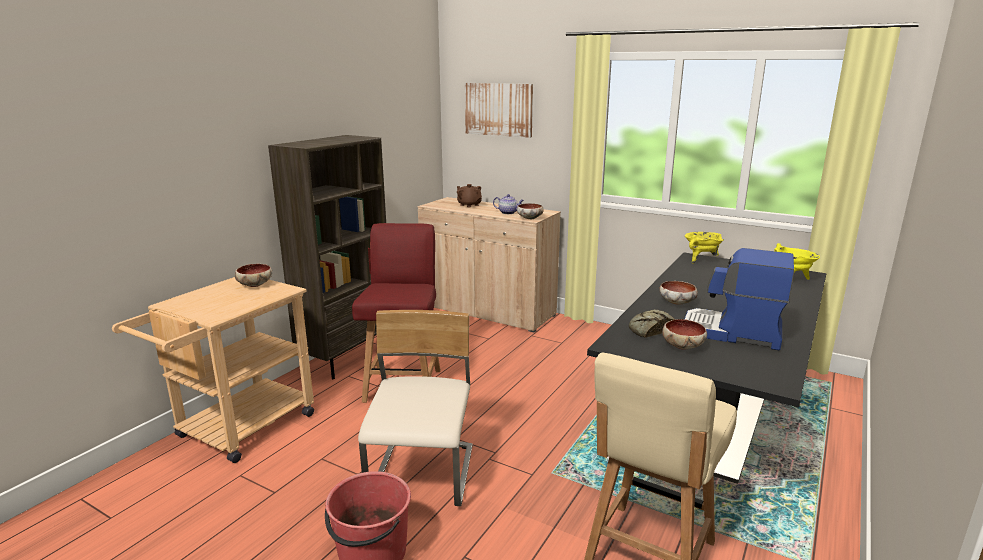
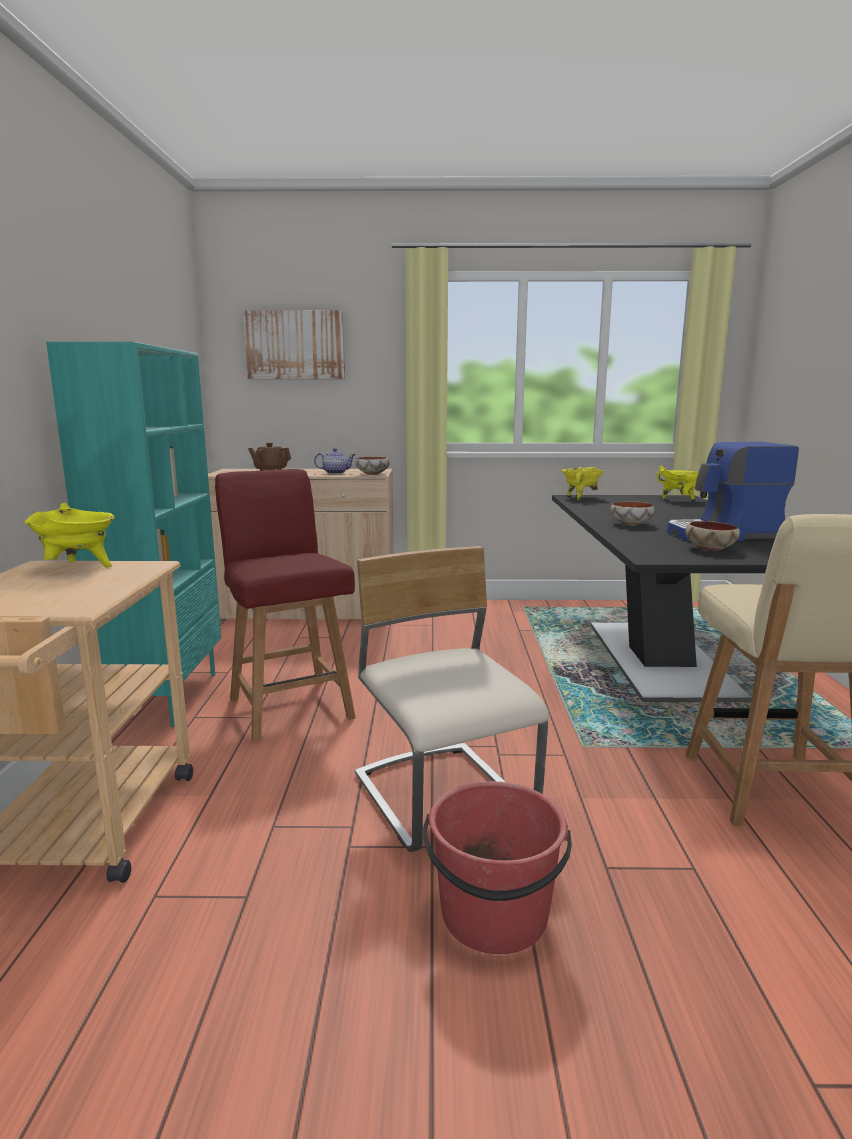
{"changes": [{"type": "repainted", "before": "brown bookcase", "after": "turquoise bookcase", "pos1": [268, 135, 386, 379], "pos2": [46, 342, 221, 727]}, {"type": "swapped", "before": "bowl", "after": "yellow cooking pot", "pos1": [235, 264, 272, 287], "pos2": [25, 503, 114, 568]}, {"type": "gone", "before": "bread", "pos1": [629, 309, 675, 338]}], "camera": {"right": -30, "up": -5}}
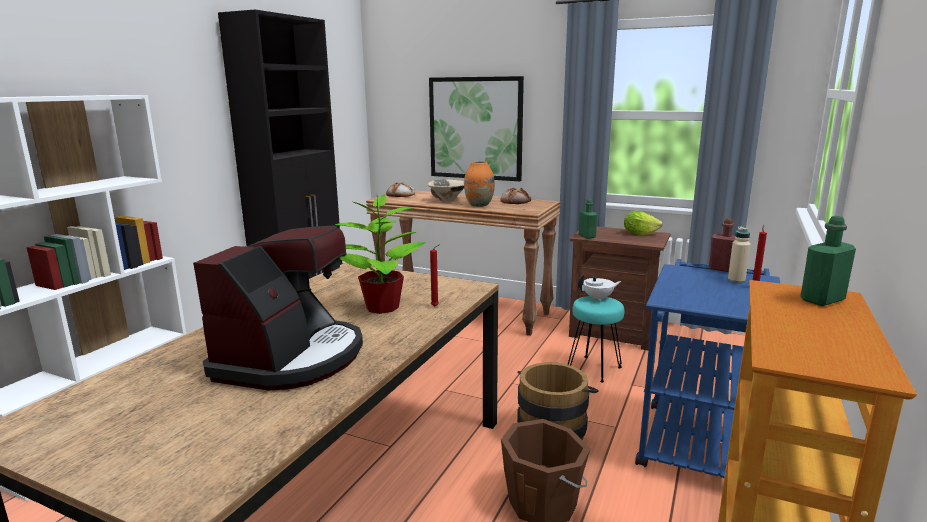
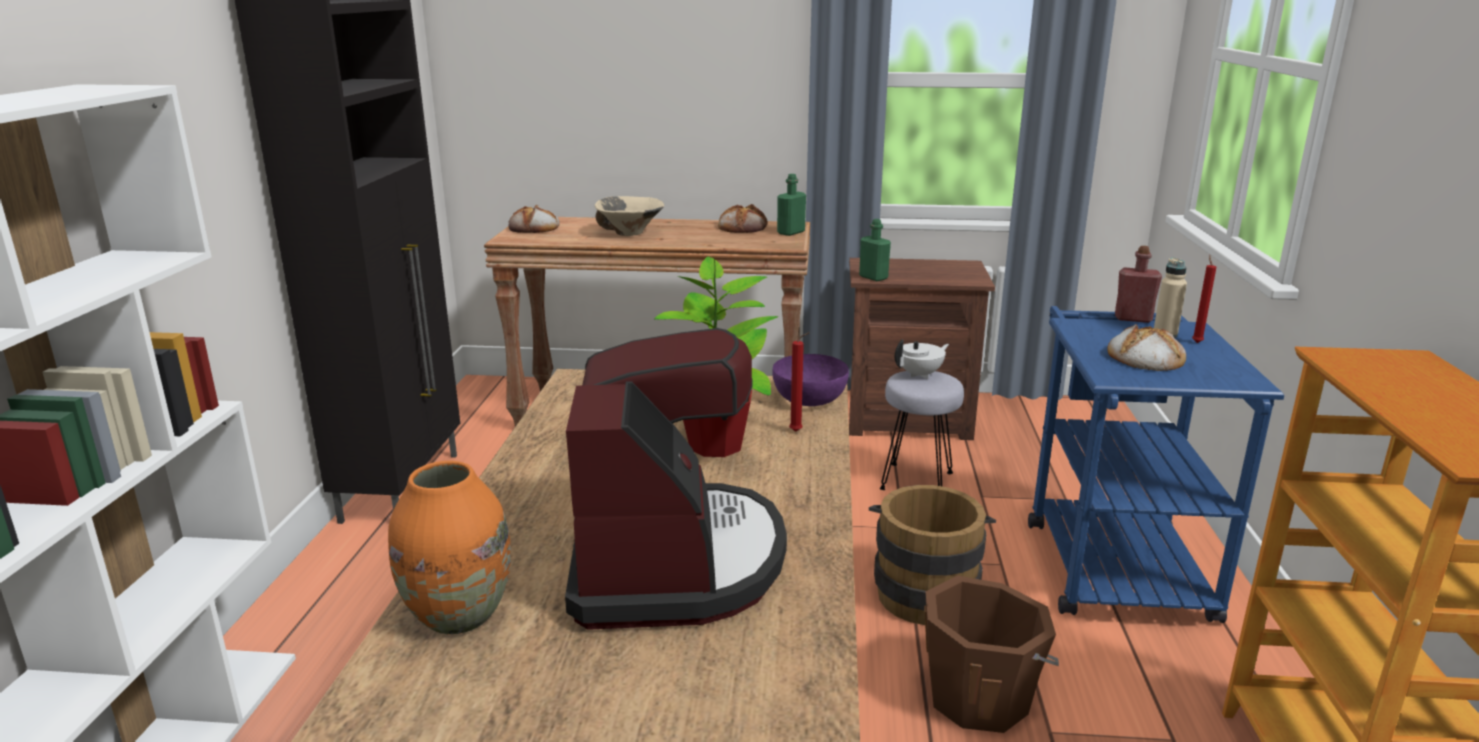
{"changes": [{"type": "gone", "before": "picture", "pos1": [429, 76, 524, 181]}, {"type": "shifted", "before": "orange vase", "pos1": [464, 161, 495, 207], "pos2": [388, 461, 511, 634]}, {"type": "gone", "before": "lettuce", "pos1": [624, 211, 663, 235]}, {"type": "shifted", "before": "green bottle", "pos1": [800, 216, 856, 306], "pos2": [777, 174, 806, 236]}, {"type": "repainted", "before": "turquoise stool", "after": "grey stool", "pos1": [568, 296, 624, 382], "pos2": [880, 371, 964, 490]}, {"type": "new", "after": "bread", "pos2": [1107, 324, 1186, 371]}, {"type": "new", "after": "purple bowl", "pos2": [773, 354, 849, 406]}], "camera": {"right": -20, "up": 5}}
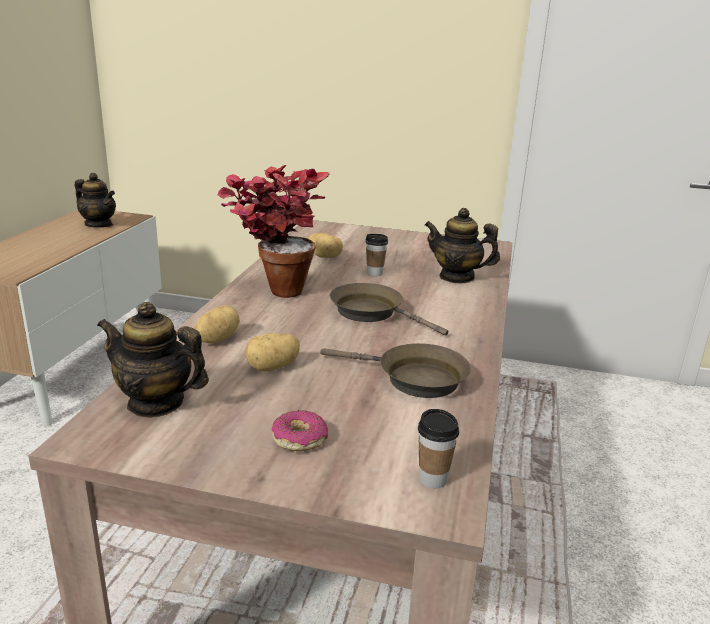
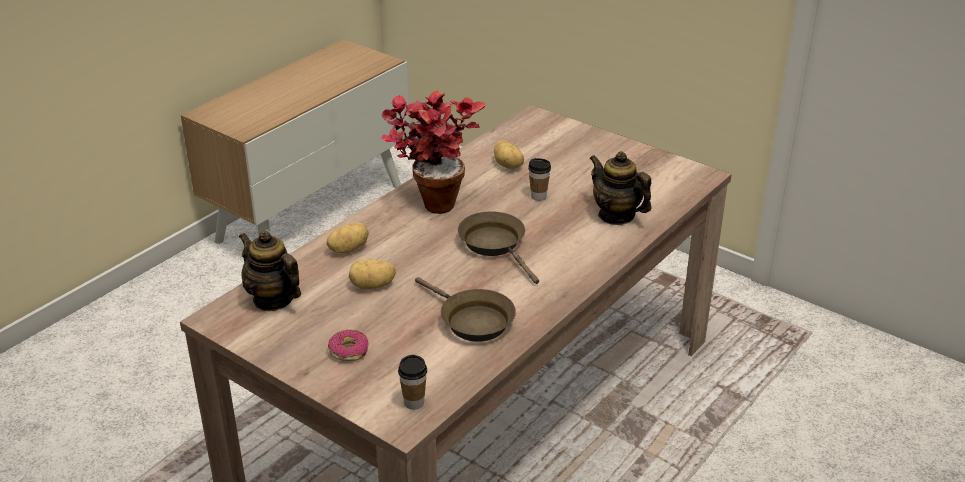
{"changes": [{"type": "gone", "before": "teapot", "pos1": [75, 173, 116, 228]}], "camera": {"right": 25, "up": 10}}
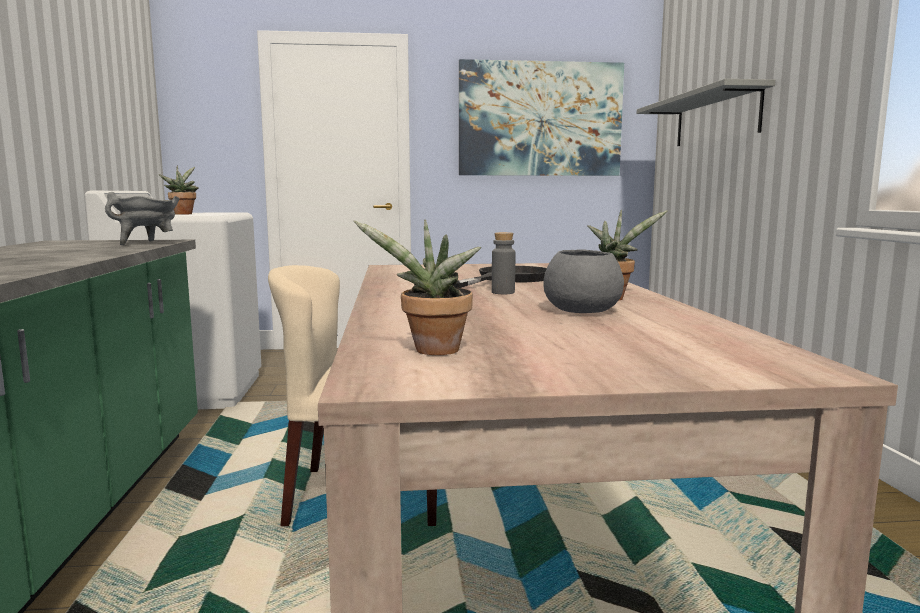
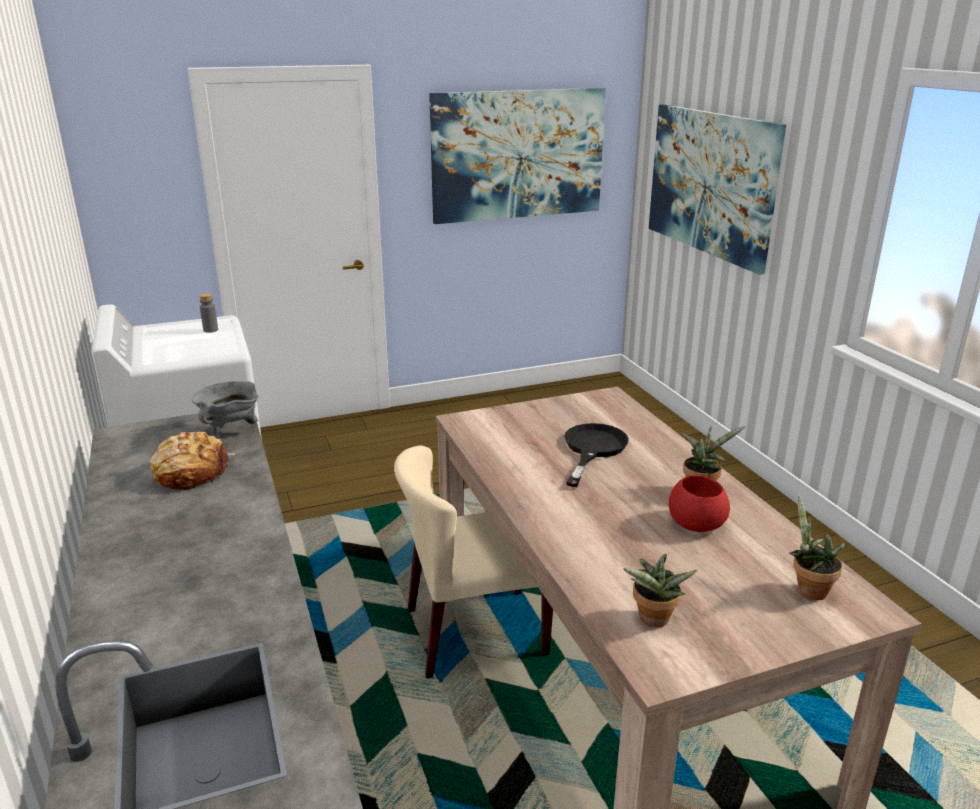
{"changes": [{"type": "swapped", "before": "grey shelf", "after": "picture", "pos1": [637, 79, 776, 146], "pos2": [649, 104, 786, 275]}, {"type": "shifted", "before": "potted plant", "pos1": [158, 166, 199, 215], "pos2": [789, 495, 845, 600]}, {"type": "shifted", "before": "grey bottle", "pos1": [492, 232, 515, 294], "pos2": [199, 293, 218, 333]}, {"type": "repainted", "before": "grey bowl", "after": "red bowl", "pos1": [544, 249, 624, 313], "pos2": [669, 475, 730, 532]}, {"type": "new", "after": "bread", "pos2": [150, 432, 235, 490]}], "camera": {"right": -15, "up": 15}}
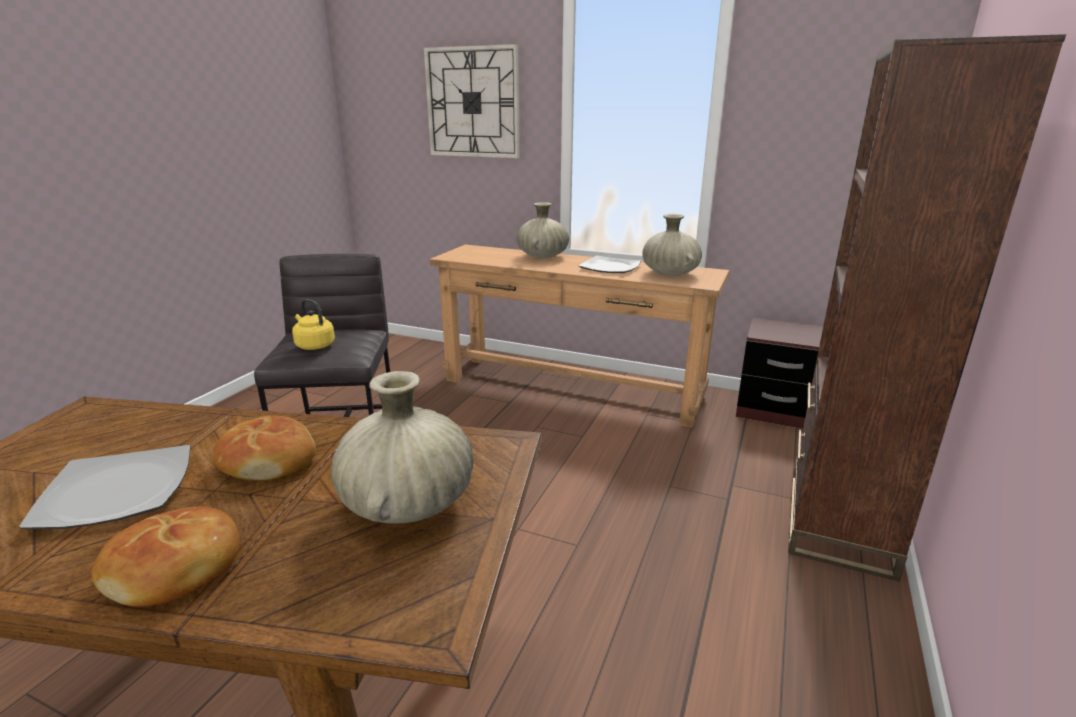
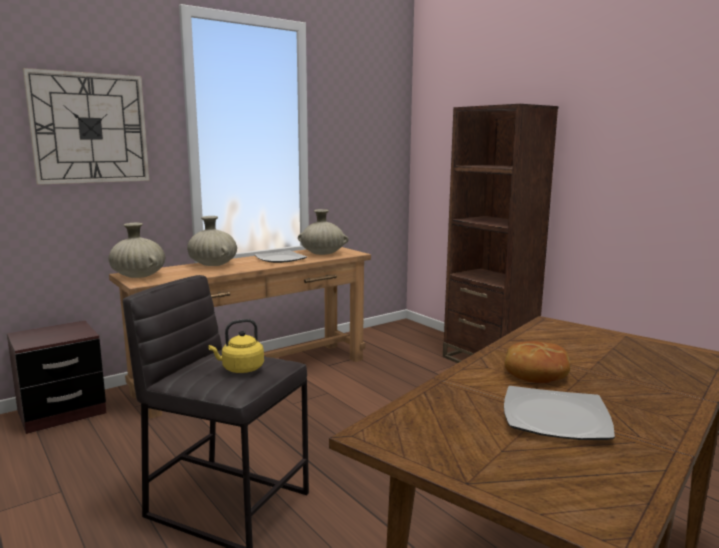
{"changes": [{"type": "shifted", "before": "brown nightstand", "pos1": [736, 318, 823, 429], "pos2": [7, 321, 106, 434]}, {"type": "shifted", "before": "beige vase", "pos1": [331, 371, 474, 523], "pos2": [109, 223, 165, 278]}, {"type": "gone", "before": "bread", "pos1": [92, 506, 240, 607]}], "camera": {"right": -60, "up": -10}}
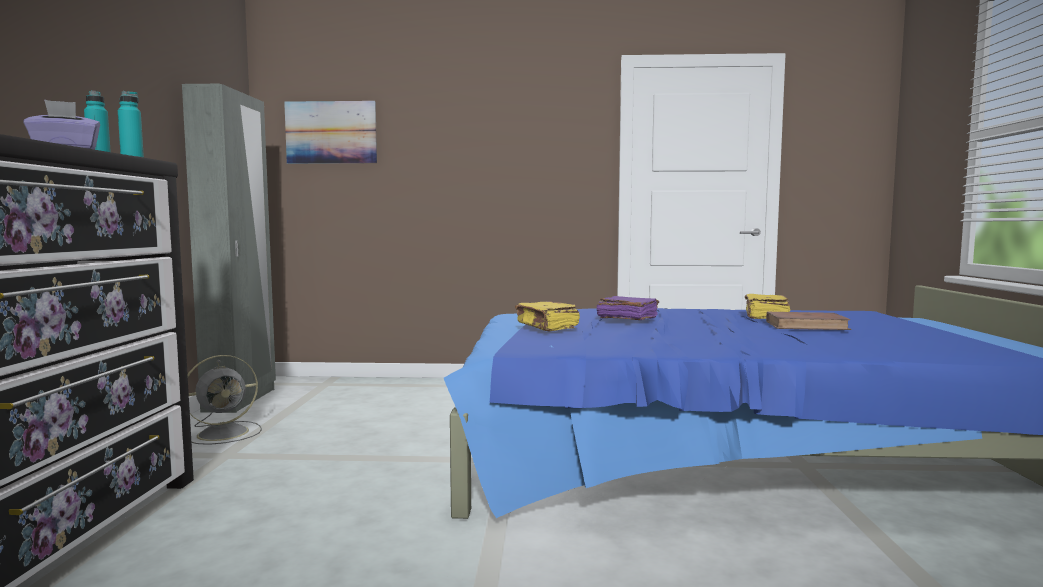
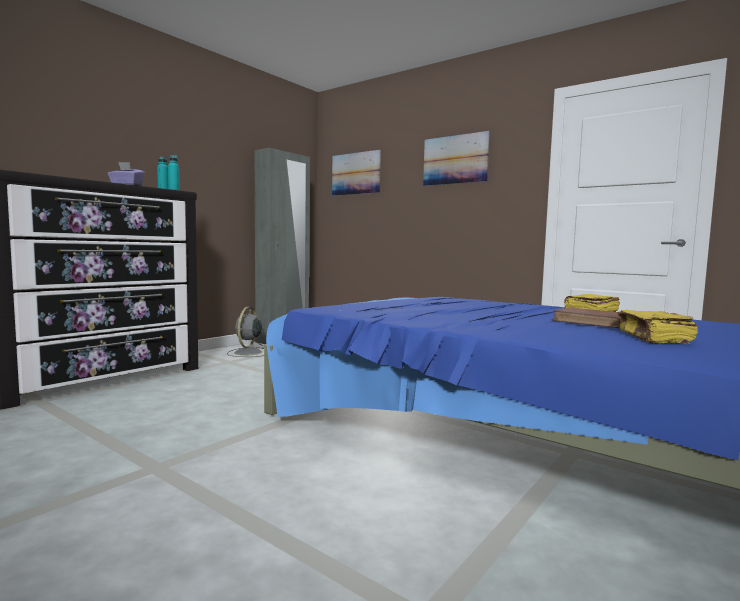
{"changes": [{"type": "gone", "before": "purple book", "pos1": [597, 296, 659, 320]}, {"type": "shifted", "before": "yellow book", "pos1": [515, 301, 580, 331], "pos2": [618, 310, 698, 344]}, {"type": "rotated", "before": "grey fan", "pos1": [188, 355, 262, 445], "pos2": [227, 307, 264, 357], "turn": 105}, {"type": "new", "after": "picture", "pos2": [423, 131, 490, 186]}], "camera": {"right": 35, "up": 0}}
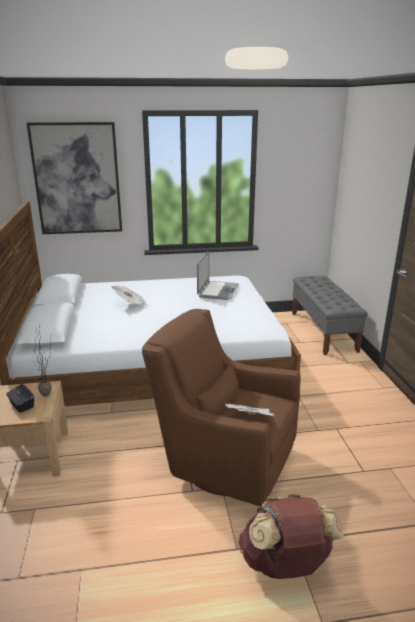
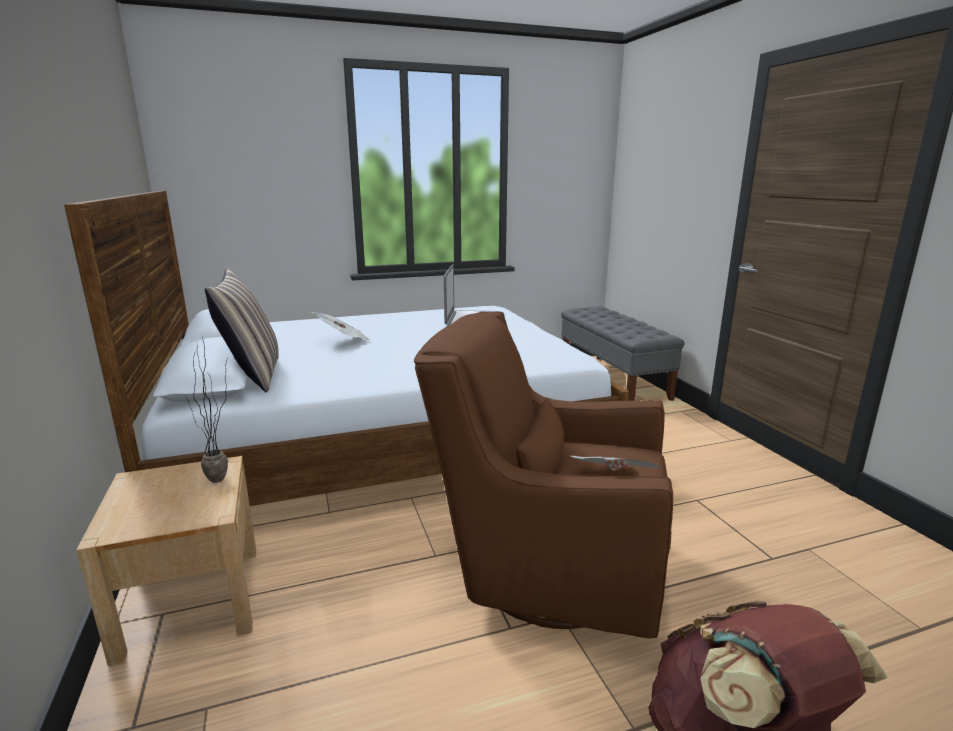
{"changes": [{"type": "gone", "before": "picture", "pos1": [27, 122, 122, 234]}, {"type": "gone", "before": "black tissue box", "pos1": [6, 384, 34, 413]}, {"type": "new", "after": "pillow", "pos2": [205, 269, 279, 392]}], "camera": {"right": -10, "up": -5}}
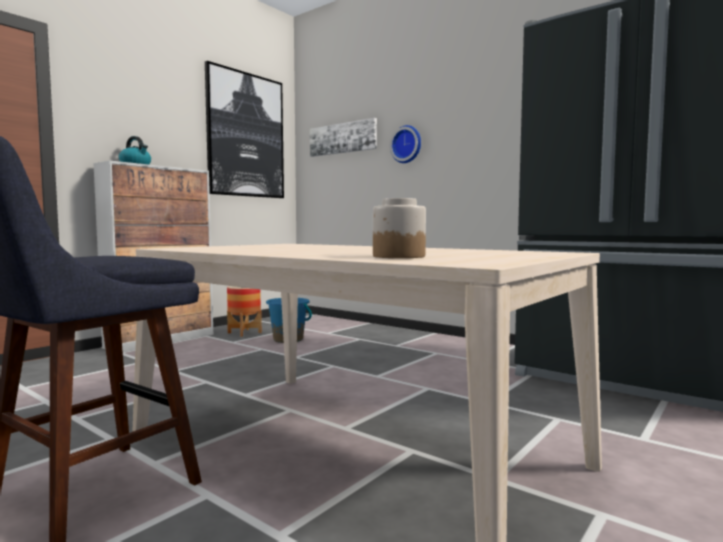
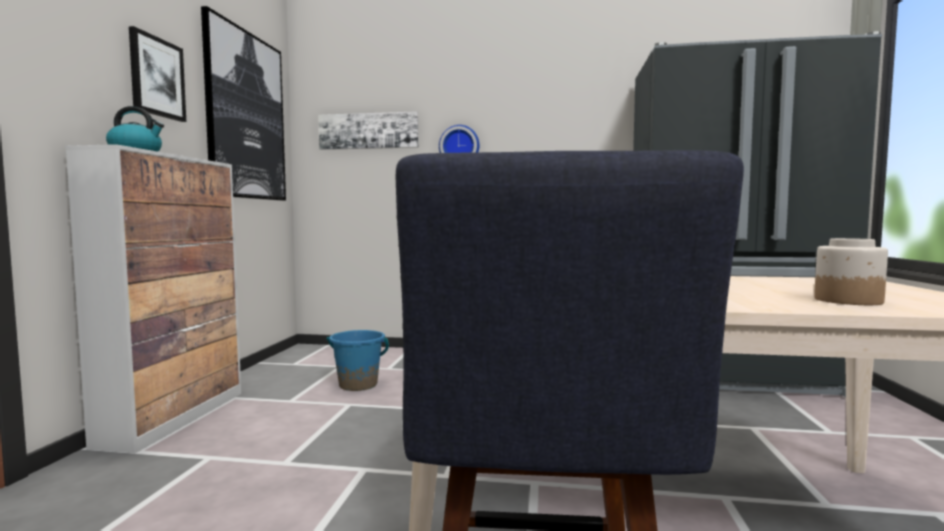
{"changes": [{"type": "gone", "before": "planter", "pos1": [227, 286, 262, 337]}, {"type": "new", "after": "picture", "pos2": [129, 26, 186, 122]}], "camera": {"right": -30, "up": 0}}
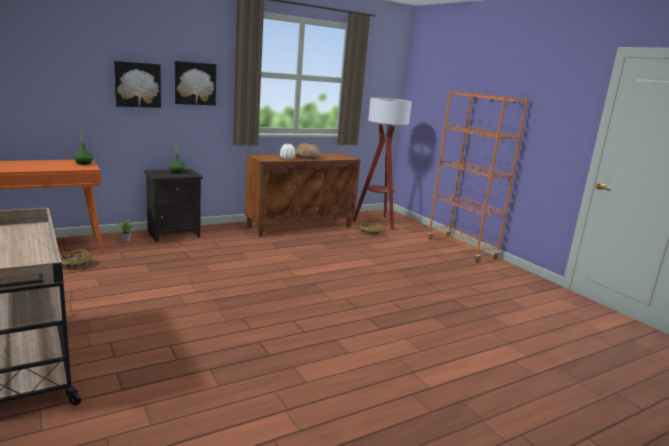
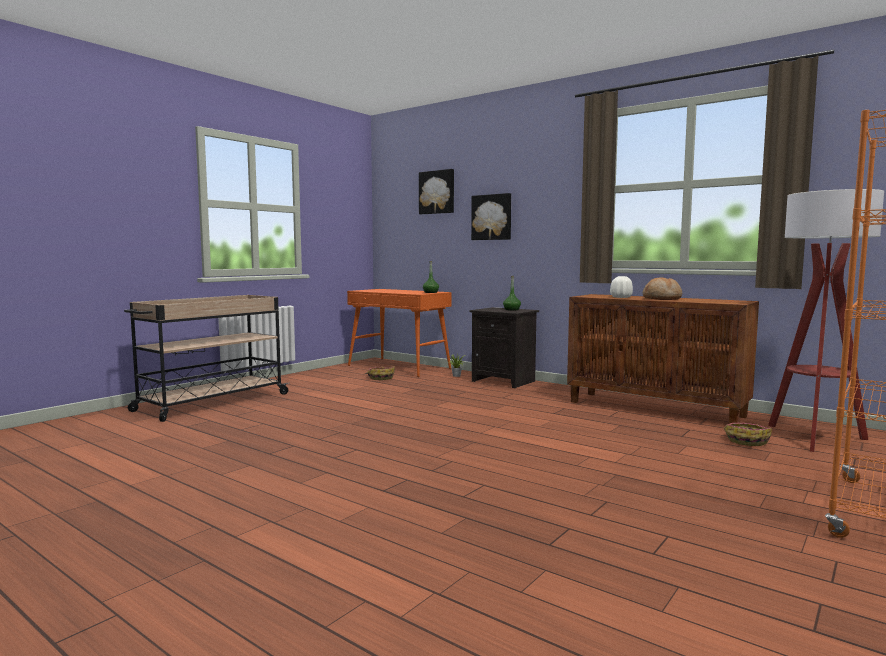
{"changes": [{"type": "shifted", "before": "picture", "pos1": [175, 61, 216, 105], "pos2": [419, 169, 454, 214]}], "camera": {"right": 70, "up": -10}}
